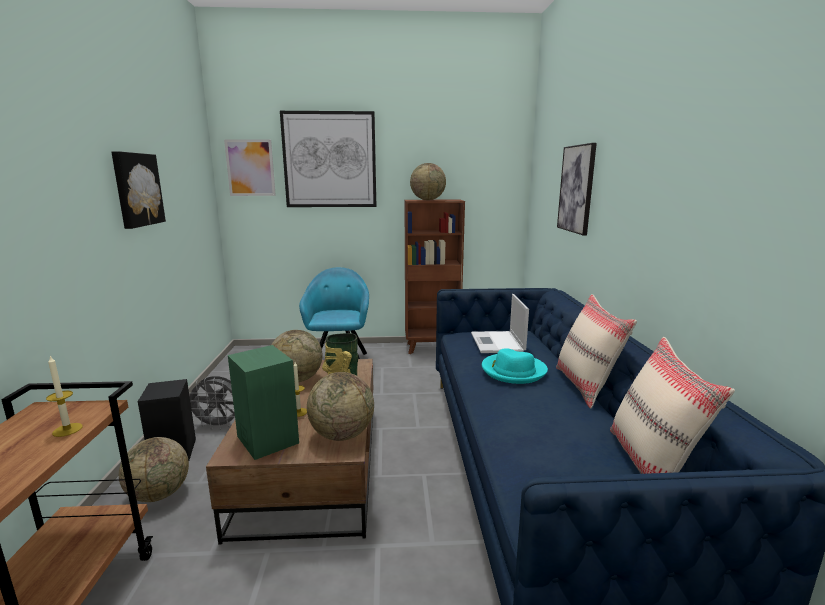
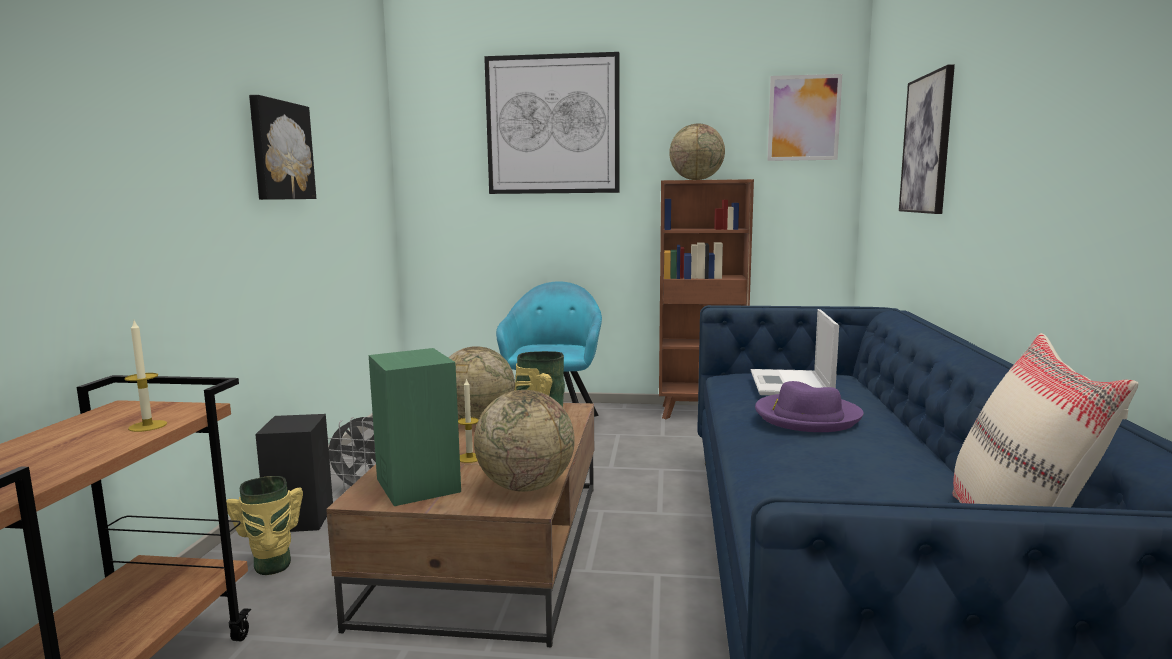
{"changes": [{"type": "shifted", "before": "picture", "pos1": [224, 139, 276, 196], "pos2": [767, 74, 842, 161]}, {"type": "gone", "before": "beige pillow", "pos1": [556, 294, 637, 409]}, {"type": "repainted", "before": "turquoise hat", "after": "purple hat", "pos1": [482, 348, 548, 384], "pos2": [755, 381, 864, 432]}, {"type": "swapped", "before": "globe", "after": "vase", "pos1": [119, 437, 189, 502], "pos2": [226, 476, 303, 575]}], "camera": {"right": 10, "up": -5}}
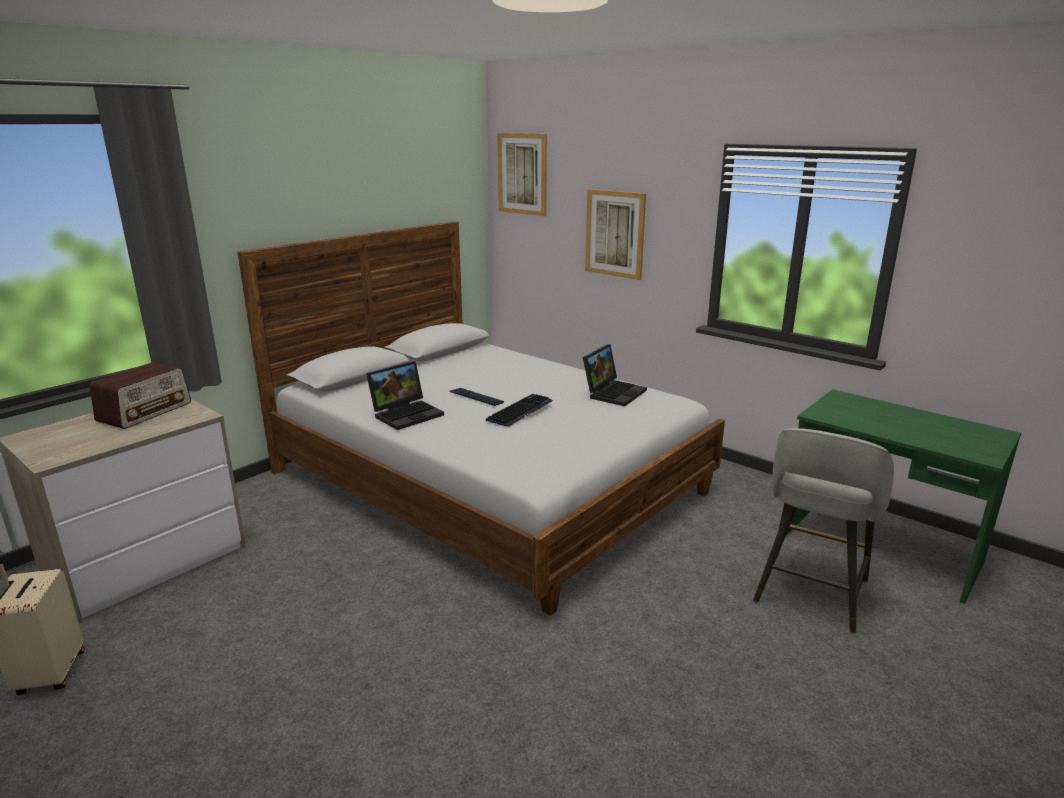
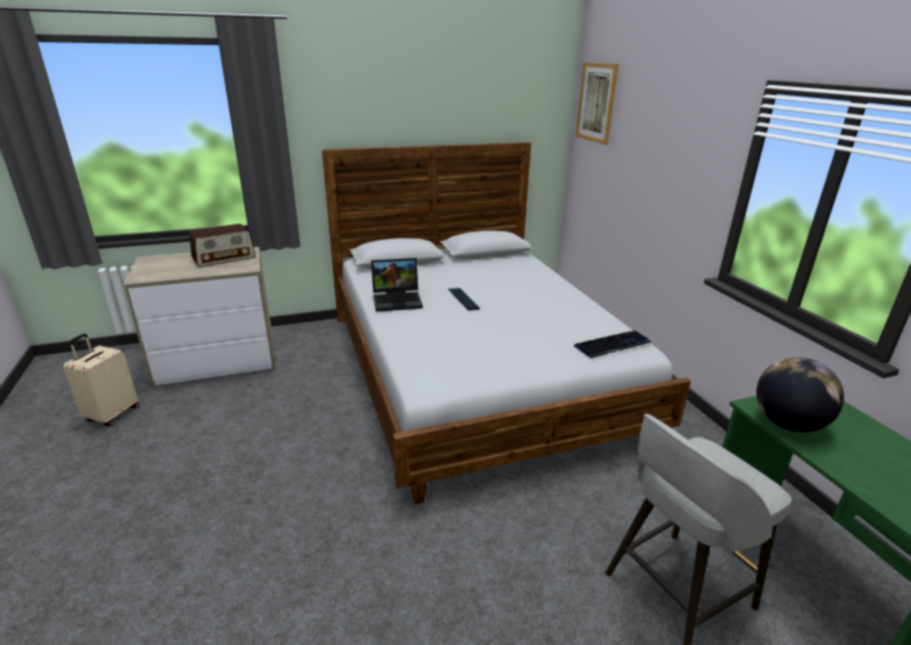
{"changes": [{"type": "gone", "before": "picture", "pos1": [585, 189, 646, 280]}, {"type": "gone", "before": "laptop", "pos1": [583, 344, 647, 406]}, {"type": "shifted", "before": "keyboard", "pos1": [486, 394, 553, 427], "pos2": [574, 330, 651, 358]}, {"type": "new", "after": "globe", "pos2": [756, 357, 844, 432]}], "camera": {"right": 30, "up": 5}}
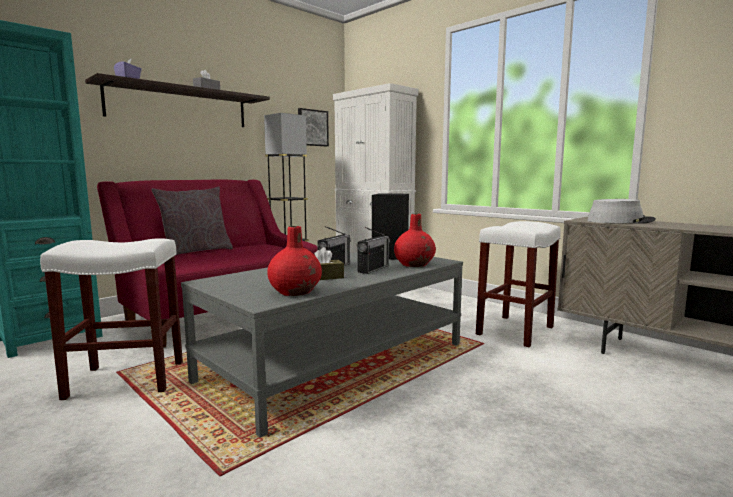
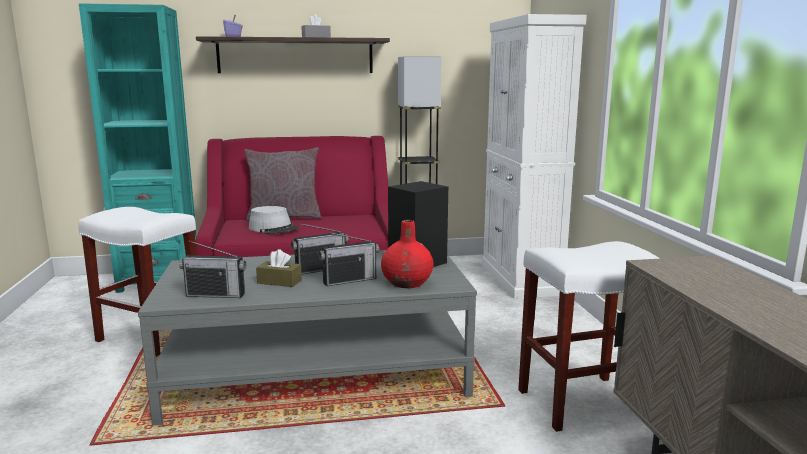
{"changes": [{"type": "gone", "before": "picture", "pos1": [298, 108, 329, 146]}, {"type": "shifted", "before": "grey hat", "pos1": [587, 199, 656, 224], "pos2": [249, 206, 299, 234]}, {"type": "swapped", "before": "red vase", "after": "radio", "pos1": [267, 226, 322, 296], "pos2": [179, 241, 246, 298]}], "camera": {"right": 35, "up": 5}}
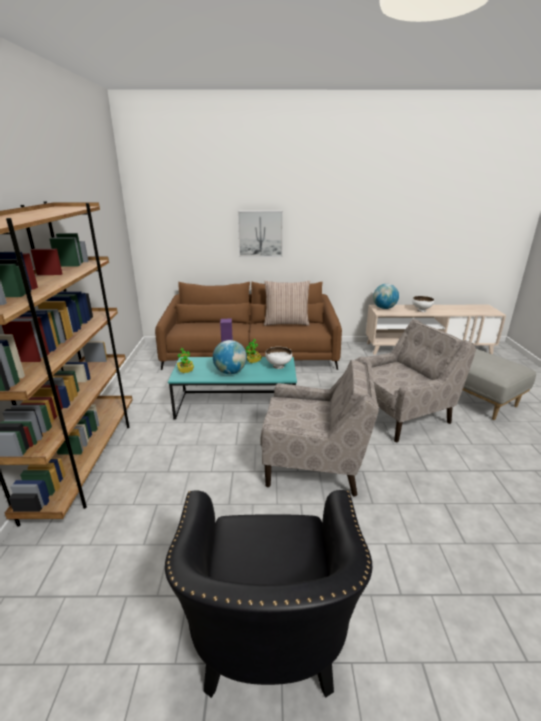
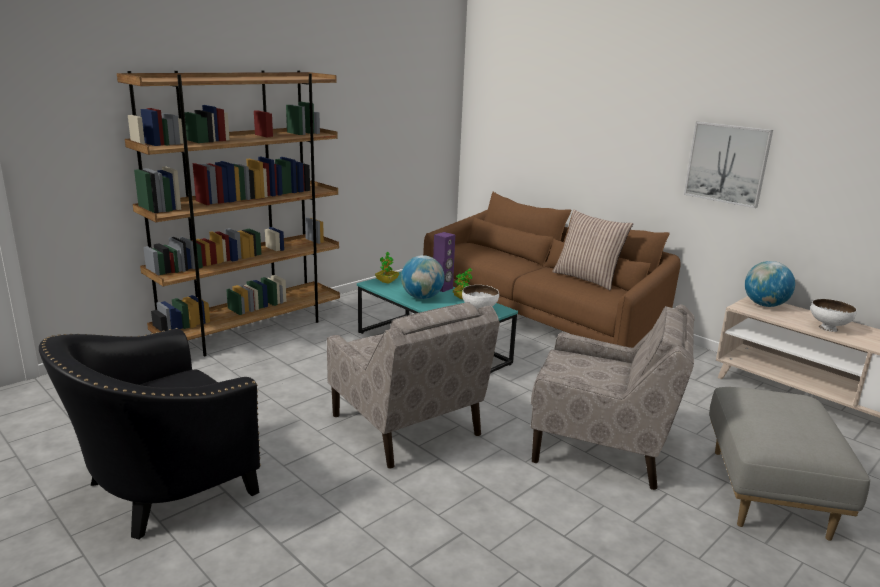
{"changes": [{"type": "shifted", "before": "picture", "pos1": [238, 211, 283, 257], "pos2": [684, 122, 773, 208]}], "camera": {"right": 45, "up": -5}}
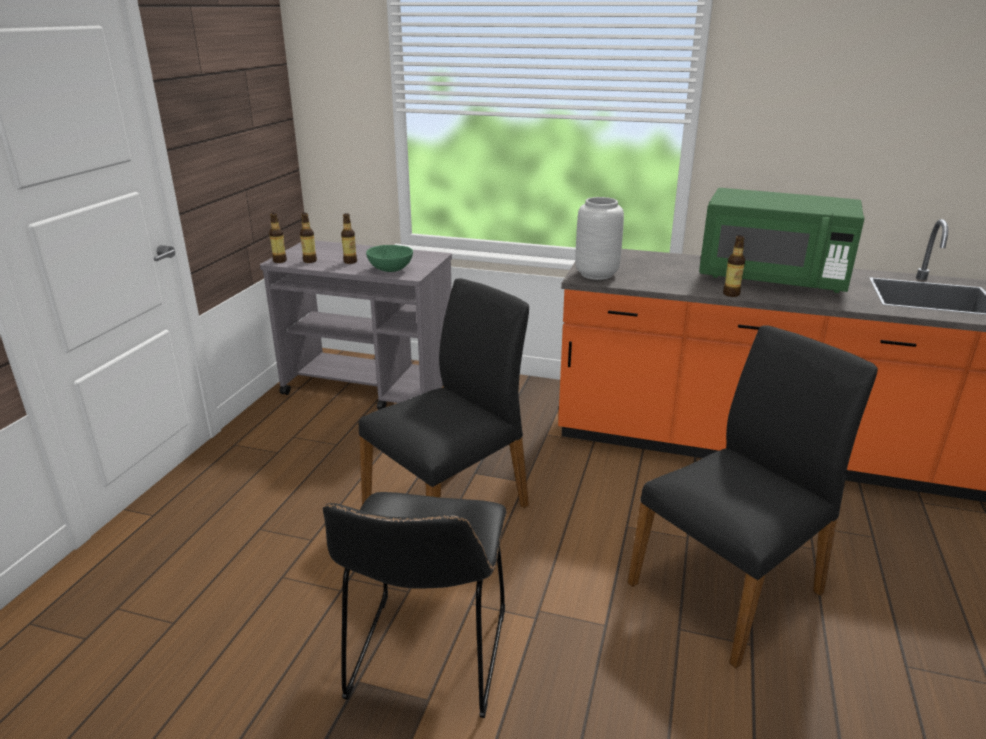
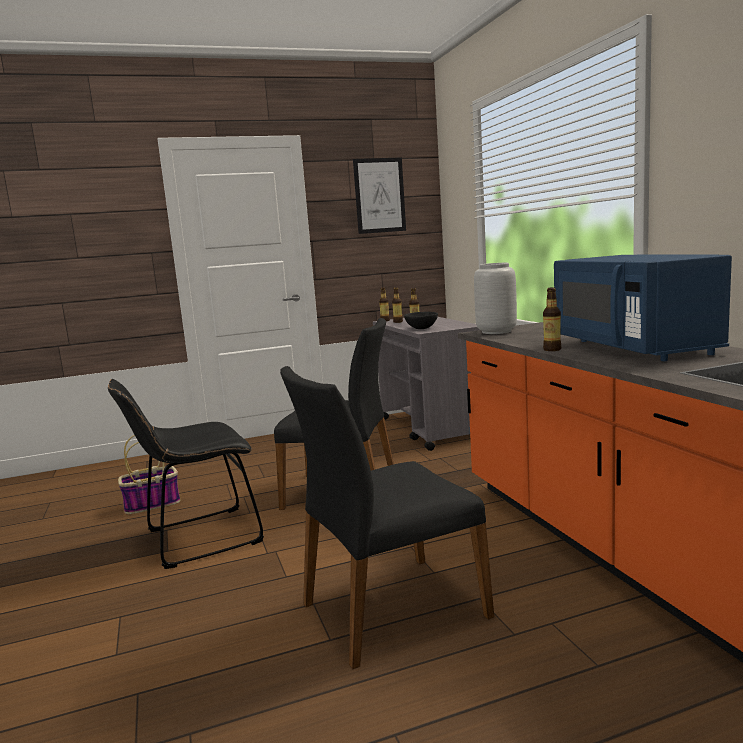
{"changes": [{"type": "repainted", "before": "green microwave", "after": "blue microwave", "pos1": [699, 188, 865, 293], "pos2": [554, 254, 732, 361]}, {"type": "repainted", "before": "green bowl", "after": "black bowl", "pos1": [366, 245, 413, 272], "pos2": [404, 312, 438, 329]}, {"type": "rotated", "before": "black chair", "pos1": [628, 325, 878, 669], "pos2": [280, 366, 494, 670], "turn": 135}, {"type": "new", "after": "picture", "pos2": [353, 158, 406, 234]}, {"type": "new", "after": "basket", "pos2": [118, 435, 181, 514]}], "camera": {"right": 55, "up": -15}}
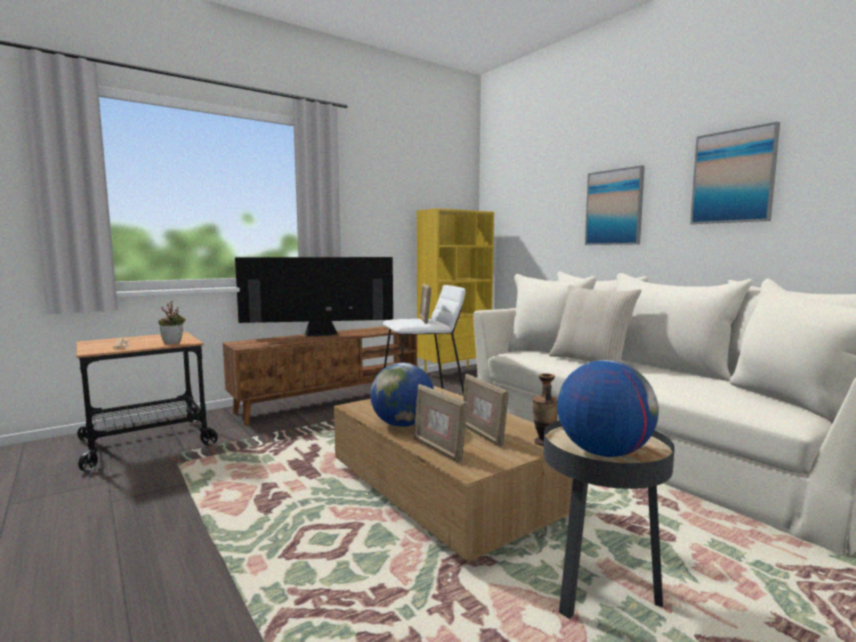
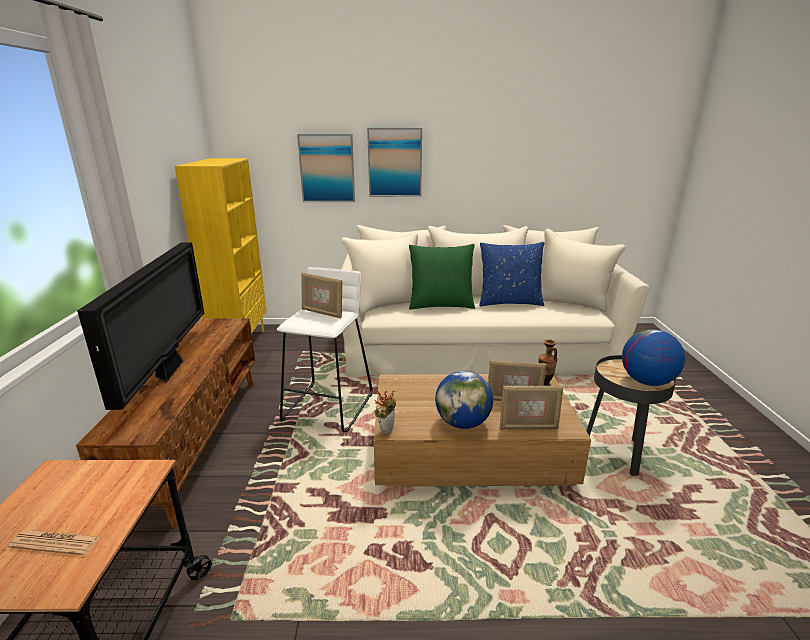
{"changes": [{"type": "shifted", "before": "picture", "pos1": [690, 122, 780, 224], "pos2": [297, 134, 355, 202]}, {"type": "rotated", "before": "television", "pos1": [235, 257, 393, 337], "pos2": [77, 242, 204, 410], "turn": 150}, {"type": "repainted", "before": "beige pillow", "after": "green pillow", "pos1": [549, 285, 641, 362], "pos2": [409, 244, 475, 310]}, {"type": "shifted", "before": "potted plant", "pos1": [159, 301, 186, 344], "pos2": [374, 386, 396, 435]}, {"type": "new", "after": "blue pillow", "pos2": [480, 242, 544, 306]}], "camera": {"right": -55, "up": 15}}
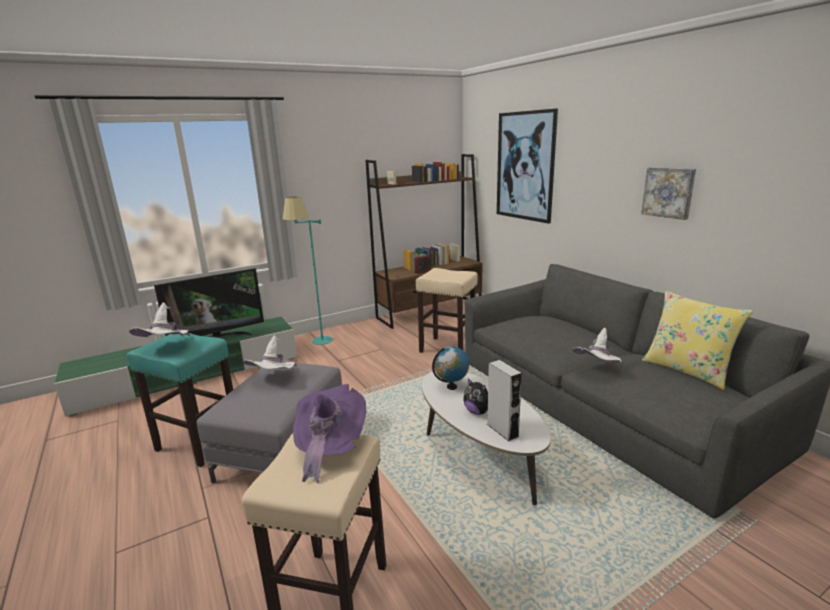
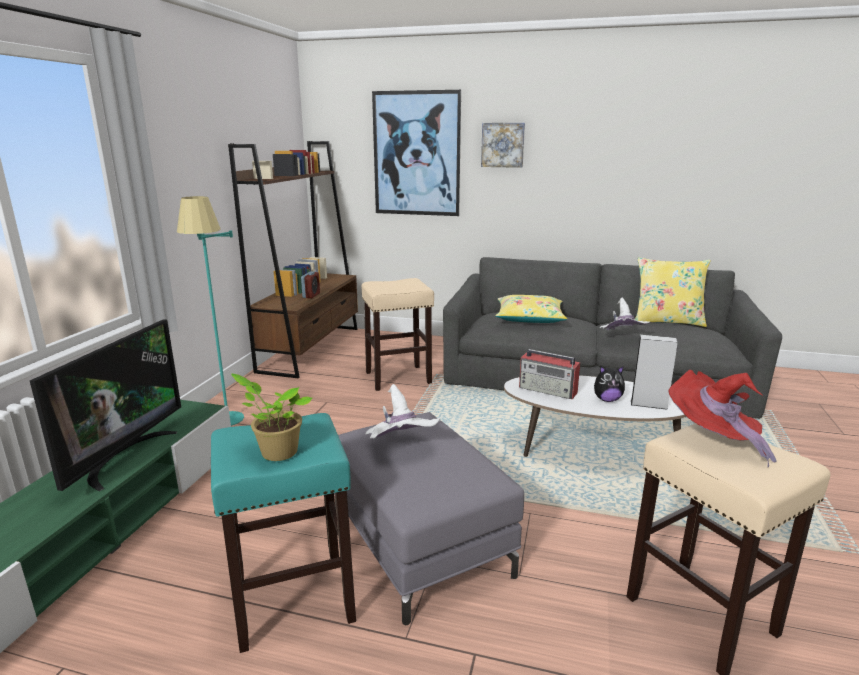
{"changes": [{"type": "shifted", "before": "picture", "pos1": [641, 167, 696, 220], "pos2": [481, 123, 525, 168]}, {"type": "swapped", "before": "white hat", "after": "potted plant", "pos1": [129, 302, 190, 337], "pos2": [231, 374, 312, 461]}, {"type": "swapped", "before": "globe", "after": "radio", "pos1": [432, 346, 469, 390], "pos2": [519, 349, 580, 399]}, {"type": "repainted", "before": "purple hat", "after": "red hat", "pos1": [293, 384, 366, 483], "pos2": [668, 370, 777, 467]}, {"type": "new", "after": "yellow pillow", "pos2": [495, 295, 567, 323]}], "camera": {"right": -45, "up": 0}}
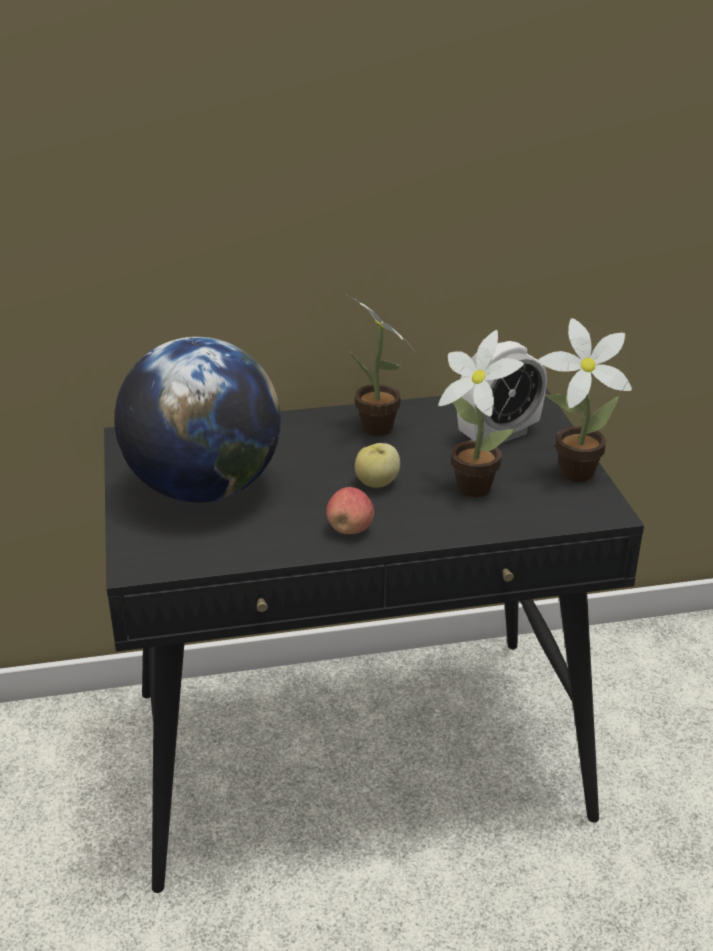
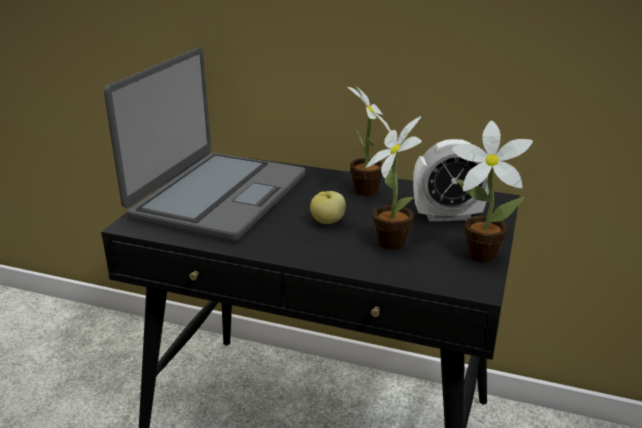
{"changes": [{"type": "swapped", "before": "globe", "after": "laptop", "pos1": [114, 337, 281, 503], "pos2": [104, 47, 306, 241]}, {"type": "gone", "before": "apple", "pos1": [326, 487, 374, 534]}], "camera": {"right": 30, "up": -5}}
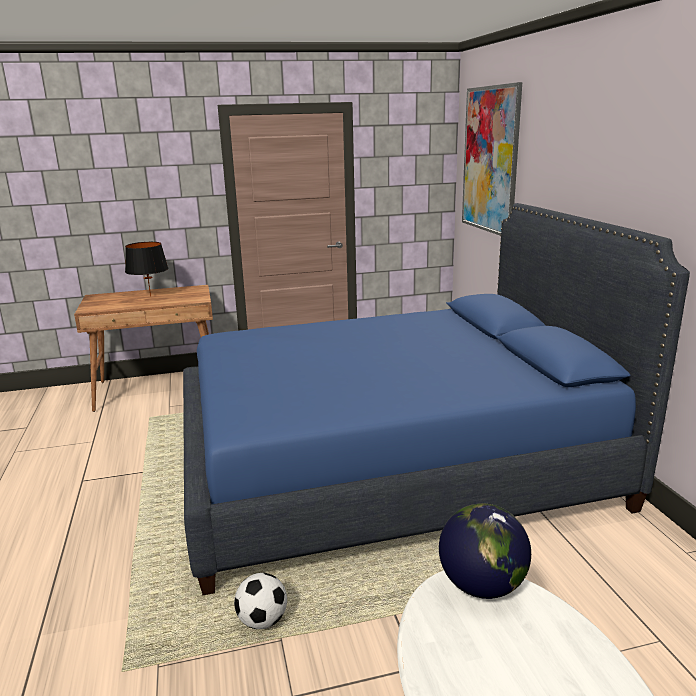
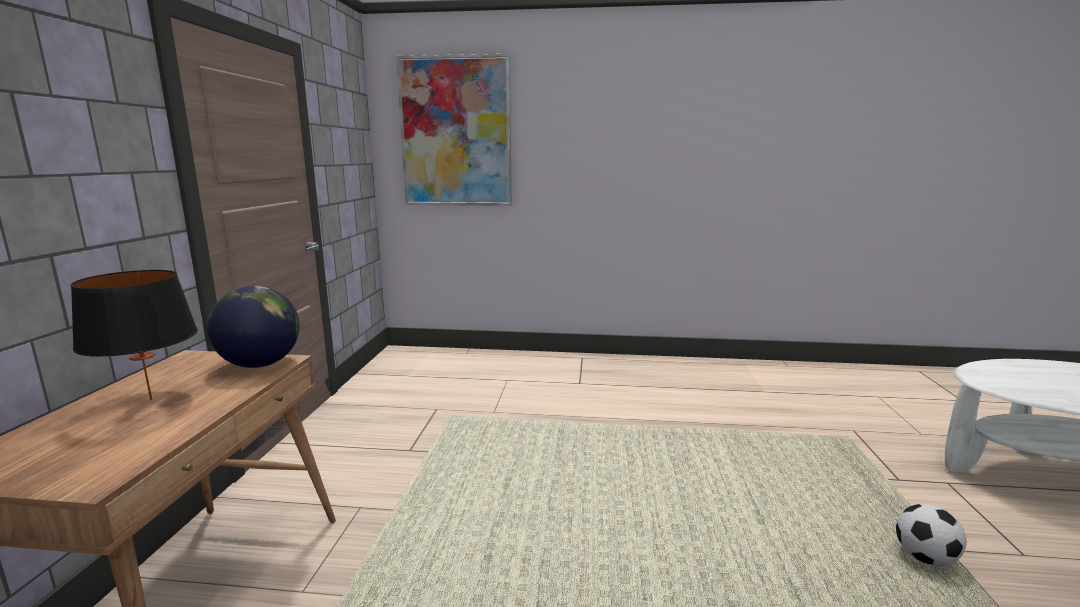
{"changes": [{"type": "gone", "before": "blue bed", "pos1": [183, 203, 690, 595]}, {"type": "shifted", "before": "globe", "pos1": [439, 503, 531, 599], "pos2": [207, 286, 300, 368]}], "camera": {"right": -70, "up": -5}}
